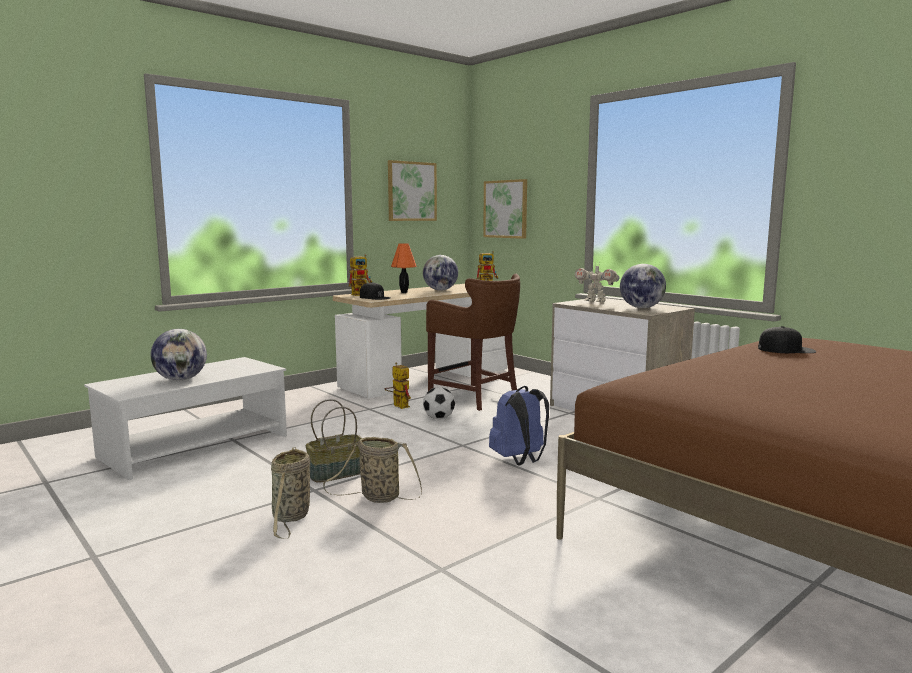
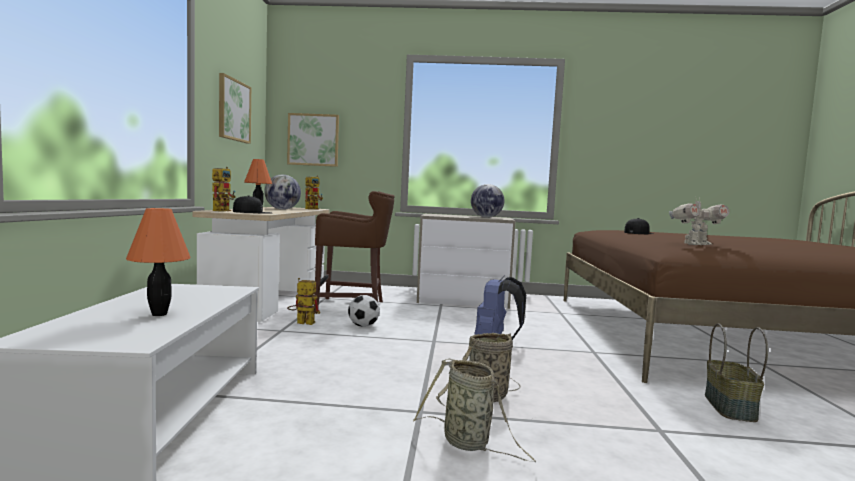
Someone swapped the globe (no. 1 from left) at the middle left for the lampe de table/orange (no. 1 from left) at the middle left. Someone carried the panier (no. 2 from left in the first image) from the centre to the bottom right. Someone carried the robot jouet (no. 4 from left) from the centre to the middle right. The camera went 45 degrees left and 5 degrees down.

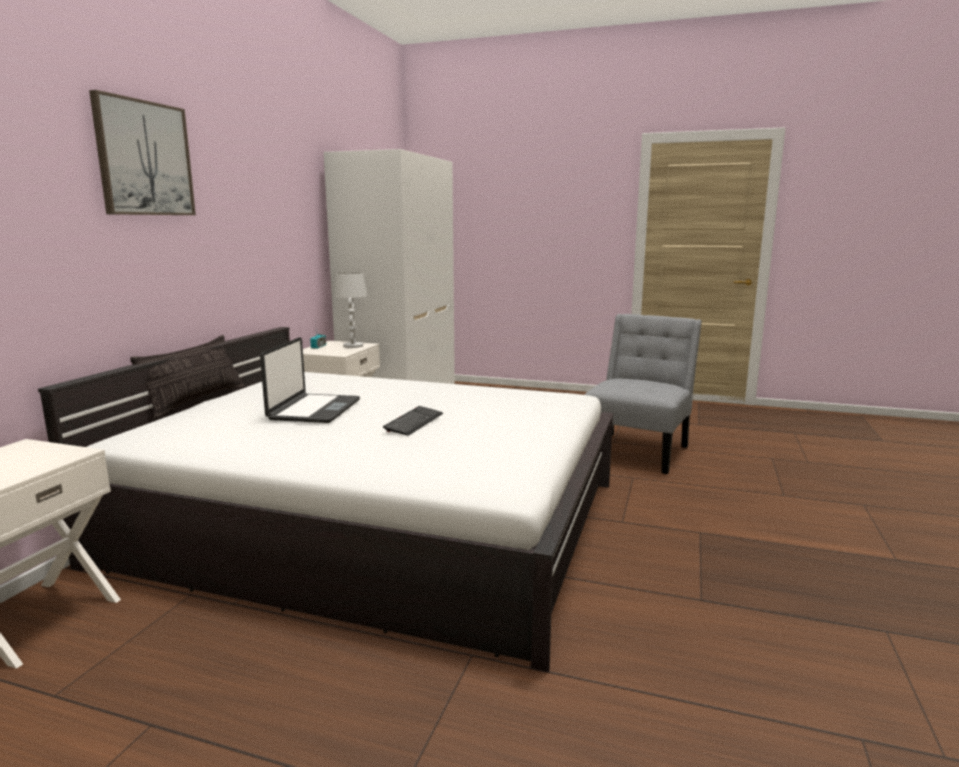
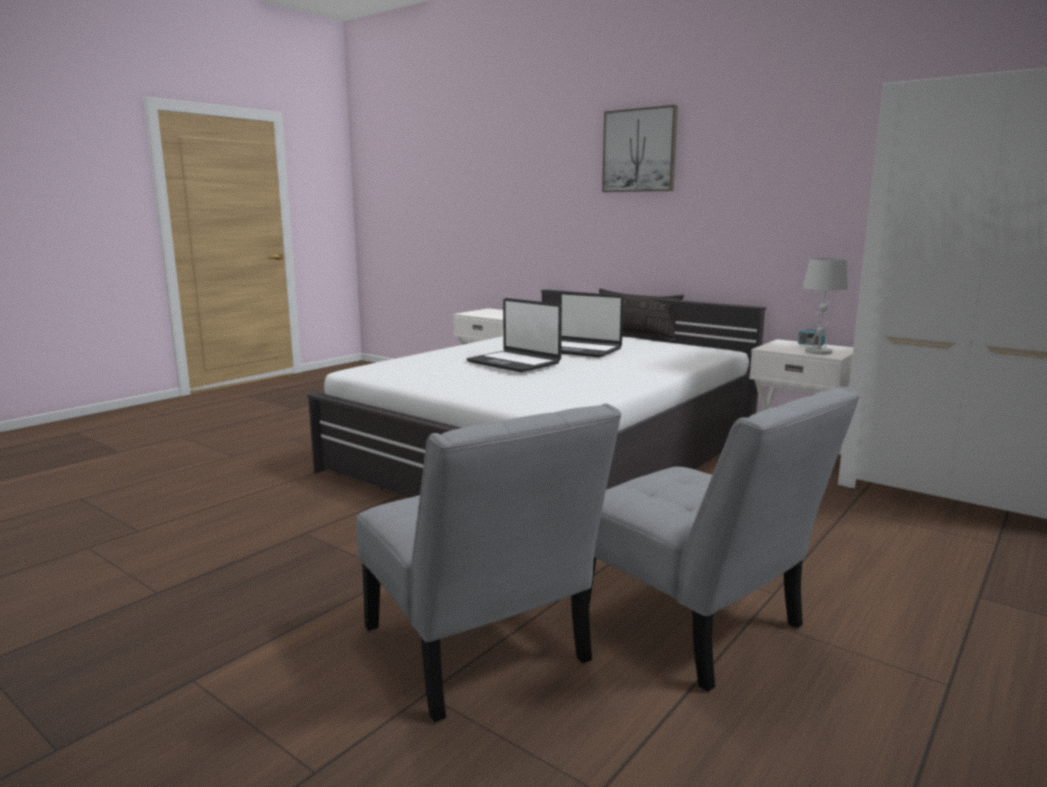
Someone swapped the clavier at the centre for the ordinateur portable (no. 1 from left) at the centre. Someone put down the chaise/gris (no. 1 from left) at the bottom centre. The camera went 110 degrees right and 0 degrees up.

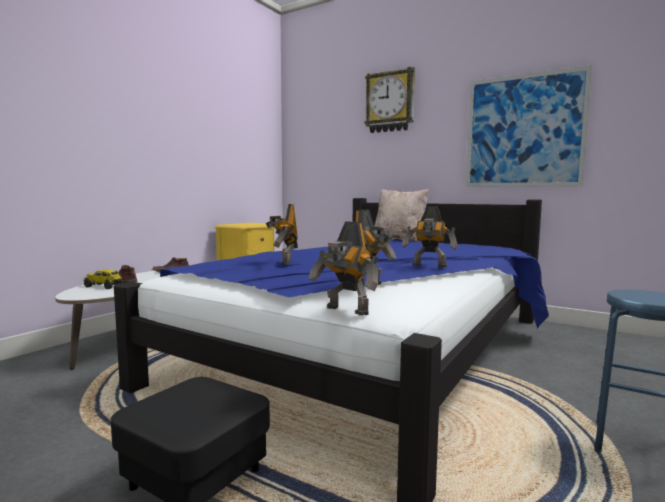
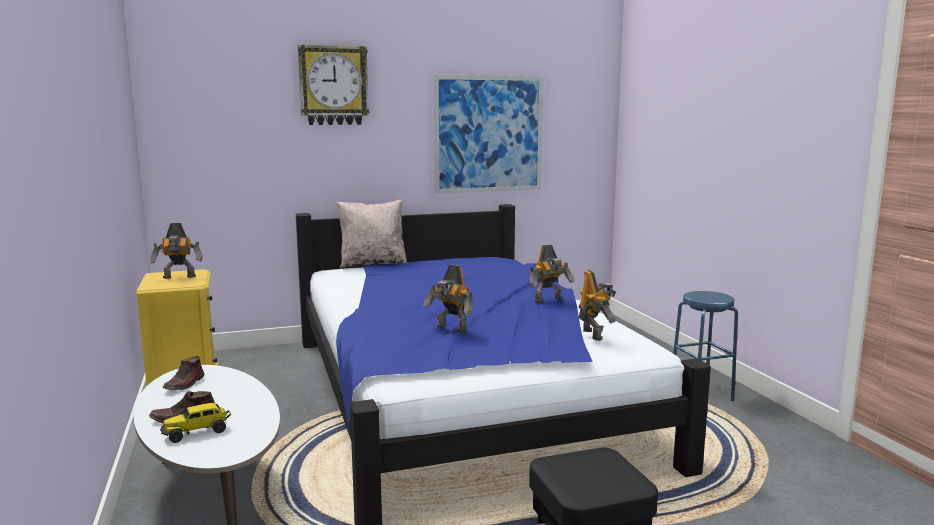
Someone carried the robot jouet (no. 2 from left in the first image) from the centre to the middle left. The camera went 50 degrees left and 5 degrees up.

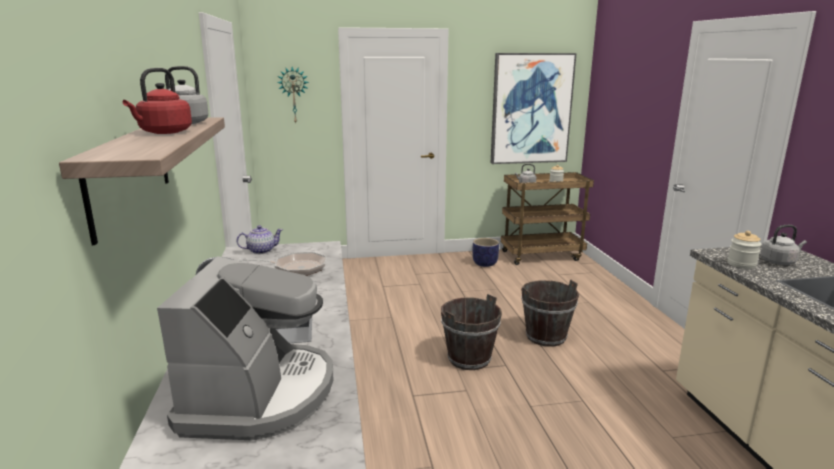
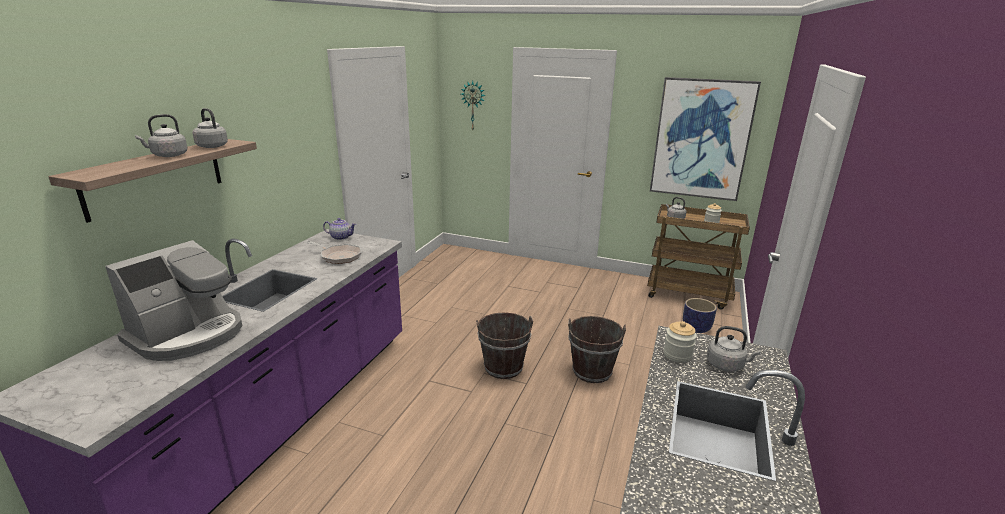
Someone repainted the bouilloire/rouge at the top left, which became the bouilloire/gris (no. 1 from left) at the top left. Someone carried the cache-pot from the centre to the middle right. The camera went 30 degrees right and 5 degrees up.

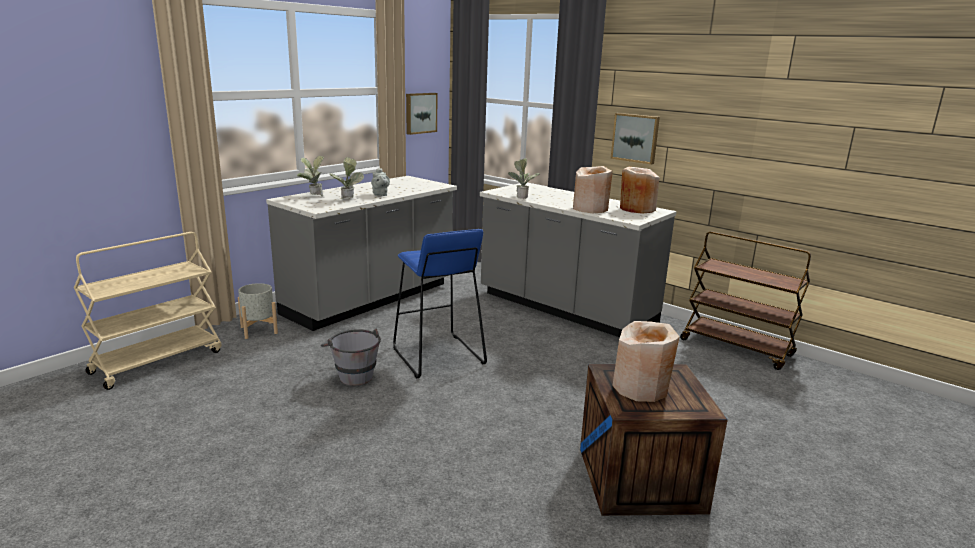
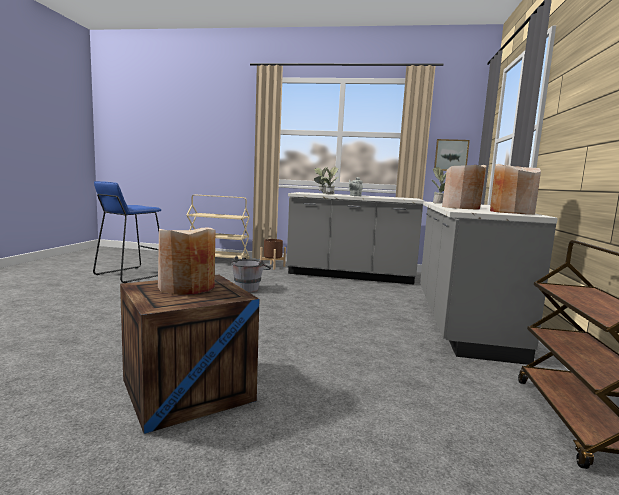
Someone repainted the cache-pot/gris at the middle left, which became the cache-pot/marron at the centre. Someone carried the tabouret/bleu from the centre to the middle left. Someone took away the tableau (no. 2 from left) at the top centre. The camera went 60 degrees right and 10 degrees down.

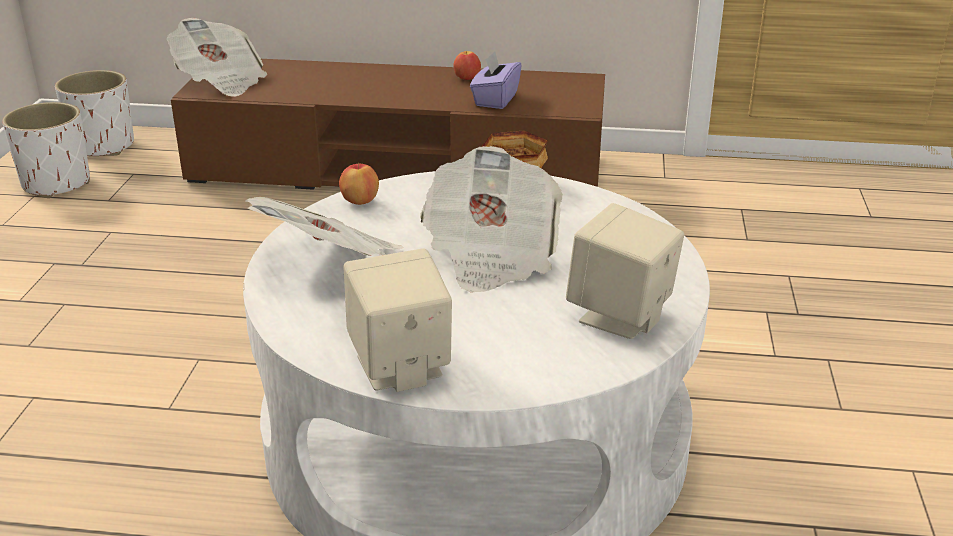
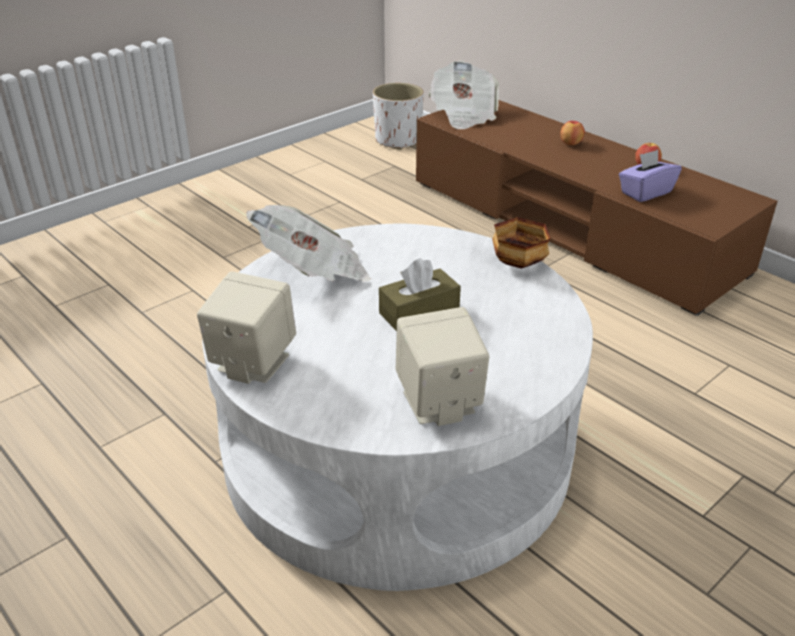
Someone took away the cache-pot/blanc (no. 1 from left) at the top left. Someone carried the pomme (no. 1 from left) from the centre to the top right. Someone swapped the journal (no. 3 from left) at the centre for the boîte à mouchoirs/marron at the centre. The camera went 40 degrees right and 5 degrees up.

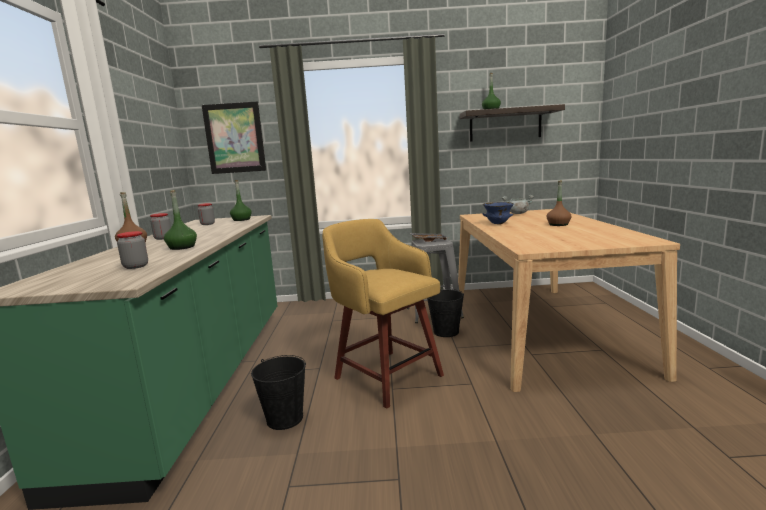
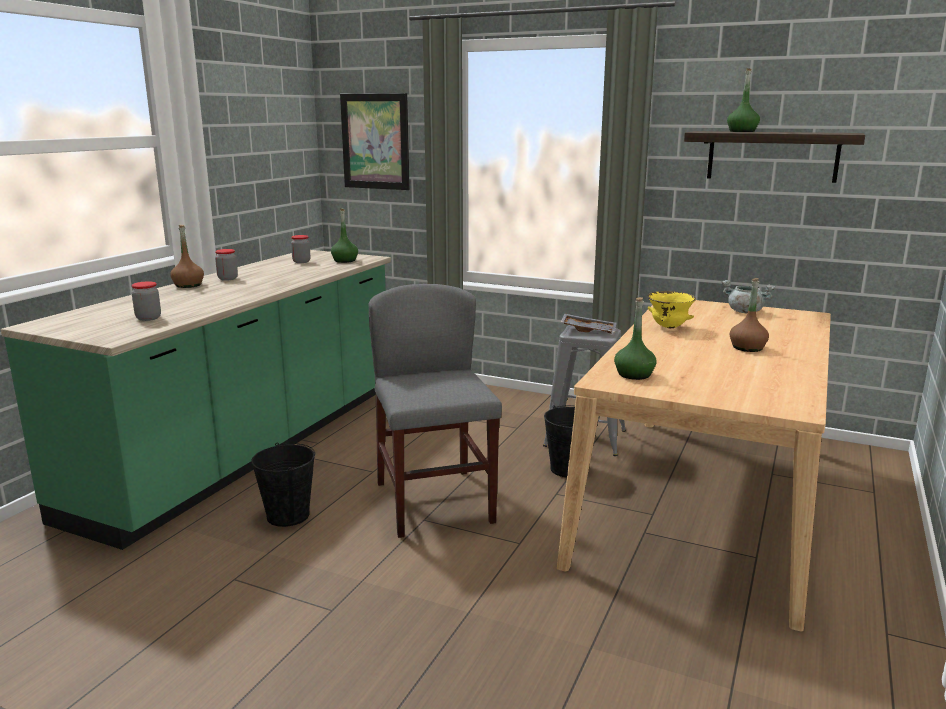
Someone carried the bouteille/vert (no. 1 from left in the first image) from the middle left to the middle right. Someone swapped the tabouret/jaune at the centre for the chaise/gris at the centre. Someone repainted the bol/bleu at the centre, which became the bol/jaune at the middle right. The camera went 25 degrees right and 5 degrees up.

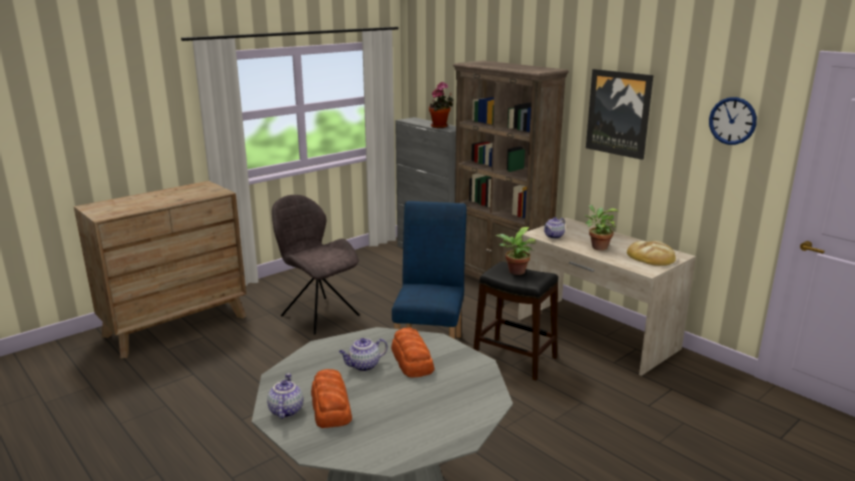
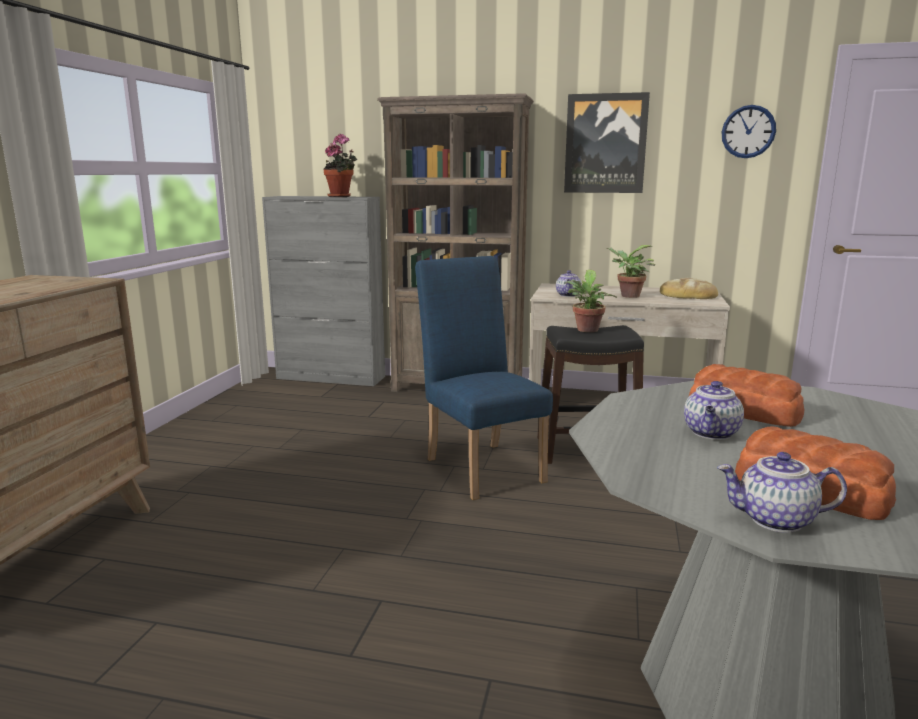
Someone rotated the théière (no. 1 from left in the first image) at the bottom centre by 45 degrees counterclockwise. Someone took away the chaise/gris at the centre. The camera went 35 degrees left and 5 degrees down.

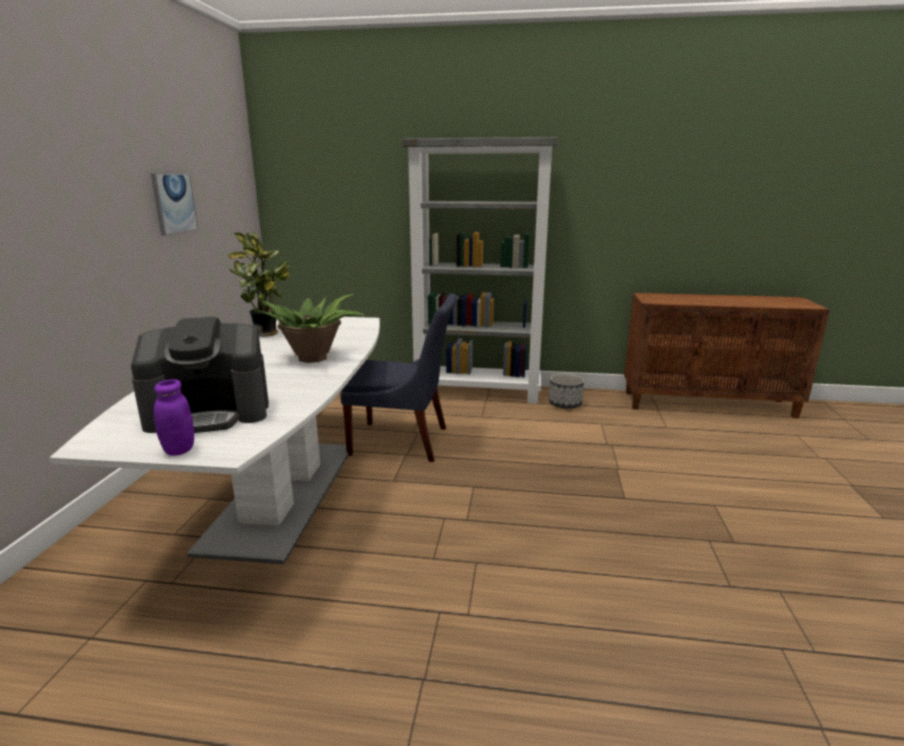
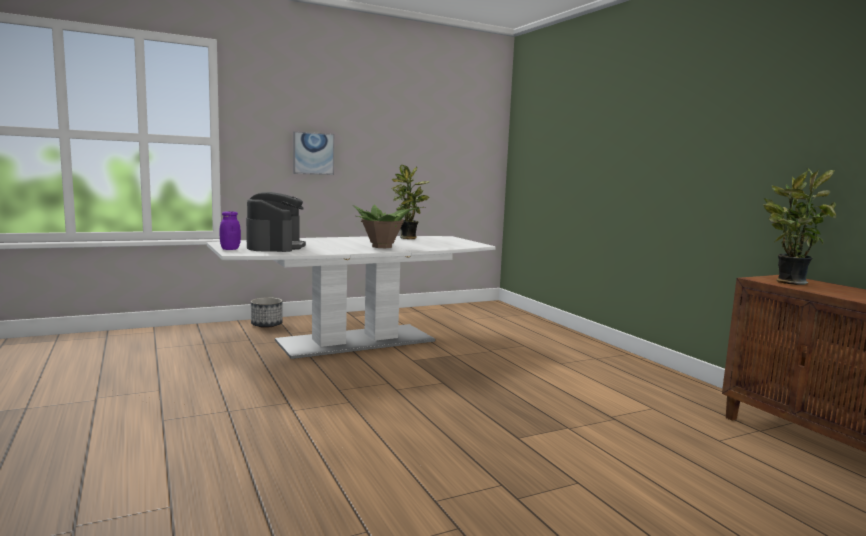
Someone rotated the machine à café at the middle left by 135 degrees counterclockwise. Someone carried the tableau from the top left to the top centre. Someone took away the chaise/bleu at the centre. Someone took away the bibliothèque/gris at the centre. Someone carried the cache-pot from the centre to the middle left. Someone put down the plante en pot (no. 3 from left) at the middle right. The camera went 55 degrees right and 10 degrees down.

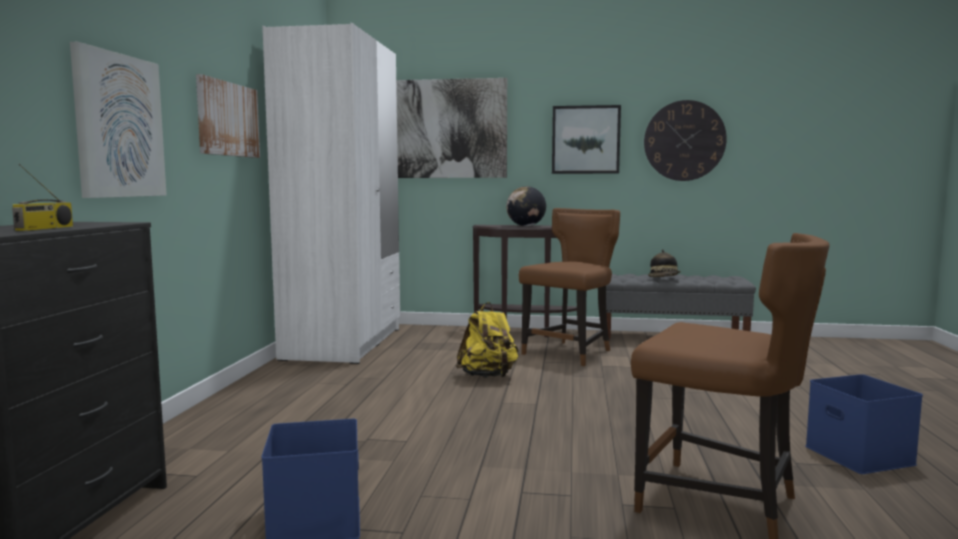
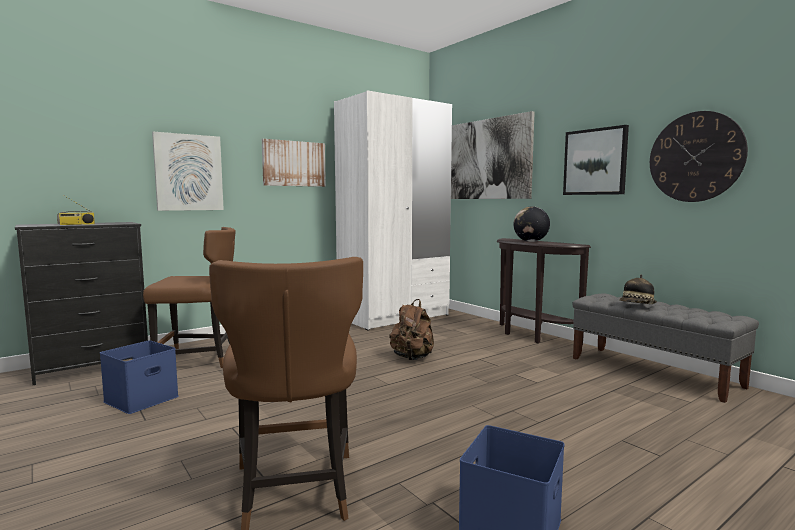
Someone repainted the sac à dos/jaune at the centre, which became the sac à dos/marron at the centre. Someone carried the chaise/marron (no. 1 from left) from the centre to the middle left. The camera went 45 degrees right and 0 degrees up.

